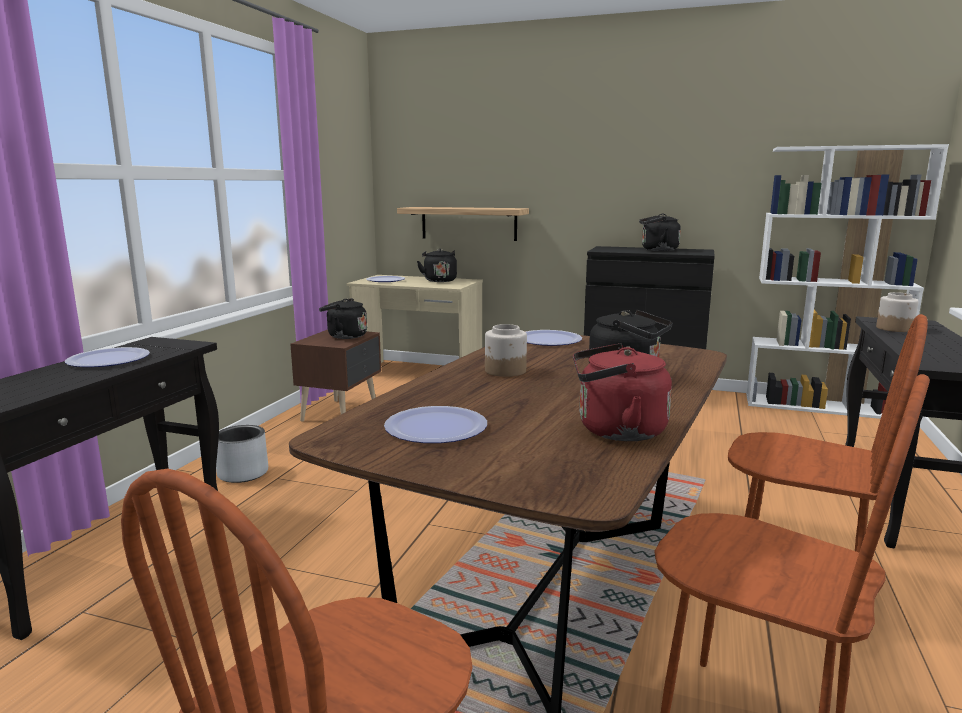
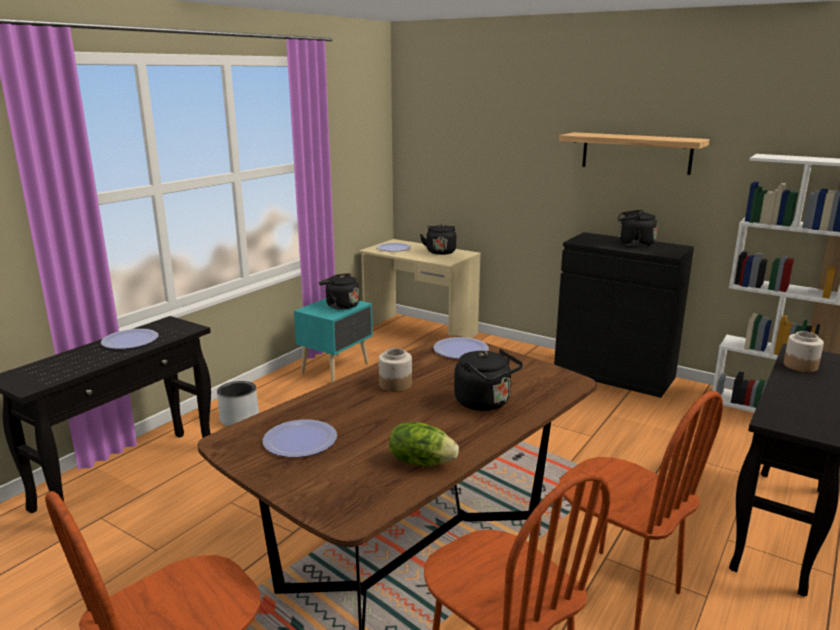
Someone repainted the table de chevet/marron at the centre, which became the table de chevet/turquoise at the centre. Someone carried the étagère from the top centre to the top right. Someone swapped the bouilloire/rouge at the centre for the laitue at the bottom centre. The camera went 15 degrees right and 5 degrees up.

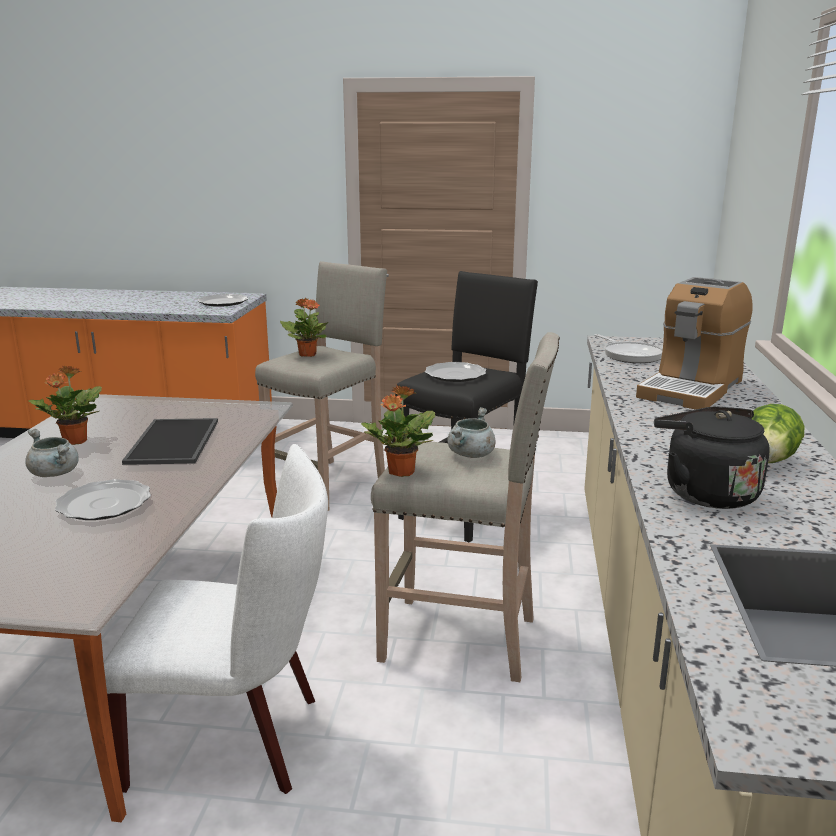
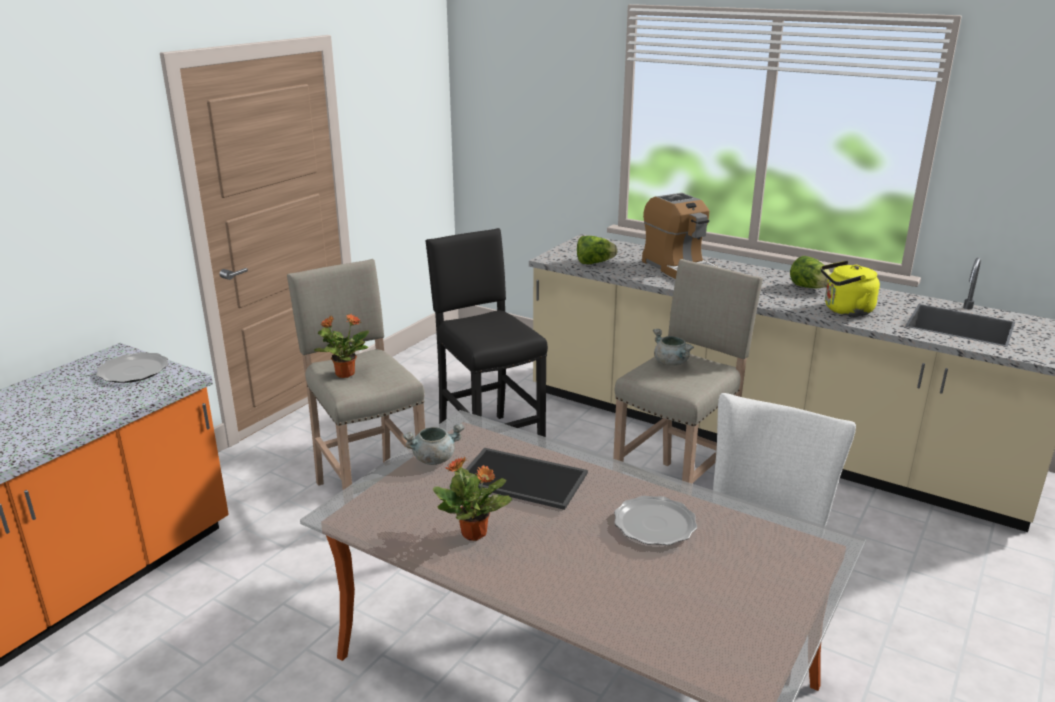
Someone carried the marmite/gris (no. 1 from left) from the middle left to the centre. Someone took away the plante en pot (no. 3 from left) at the centre. Someone took away the assiette (no. 3 from left) at the centre. Someone swapped the poêle at the middle right for the laitue (no. 1 from left) at the centre. Someone repainted the bouilloire/noir at the middle right, which became the bouilloire/jaune at the middle right. The camera went 65 degrees left and 5 degrees up.

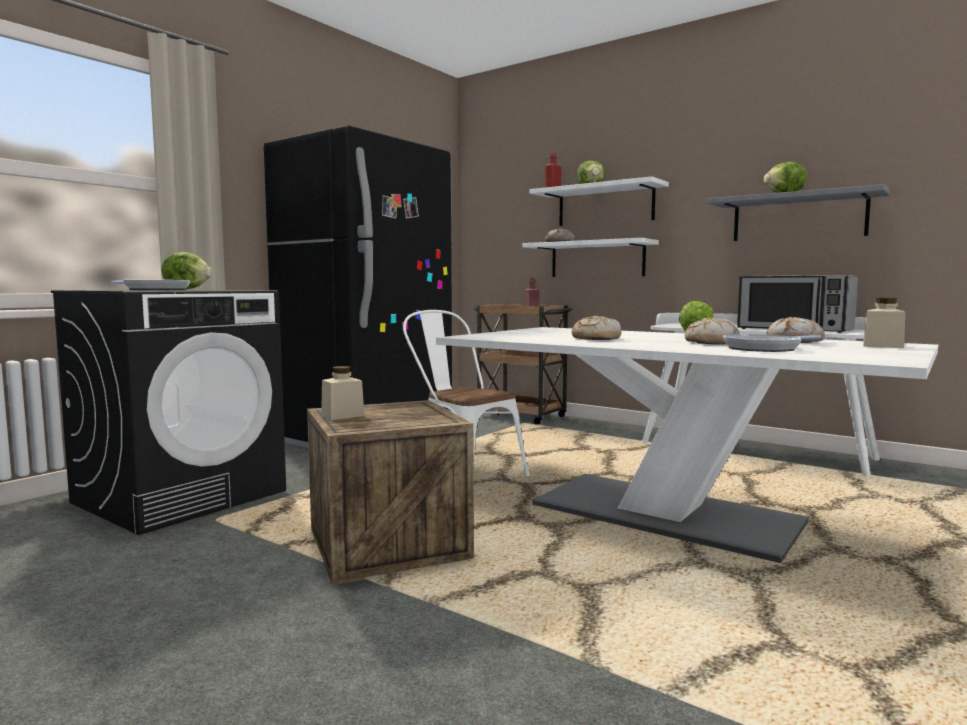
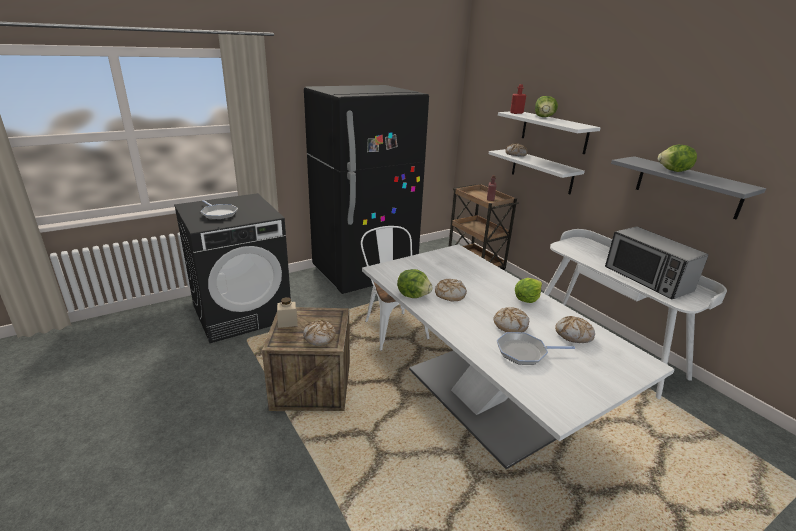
Someone carried the laitue (no. 1 from left) from the middle left to the centre. Someone took away the bocal/beige (no. 2 from left) at the middle right. Someone put down the pain (no. 1 from left) at the centre. The camera went 20 degrees right and 20 degrees up.

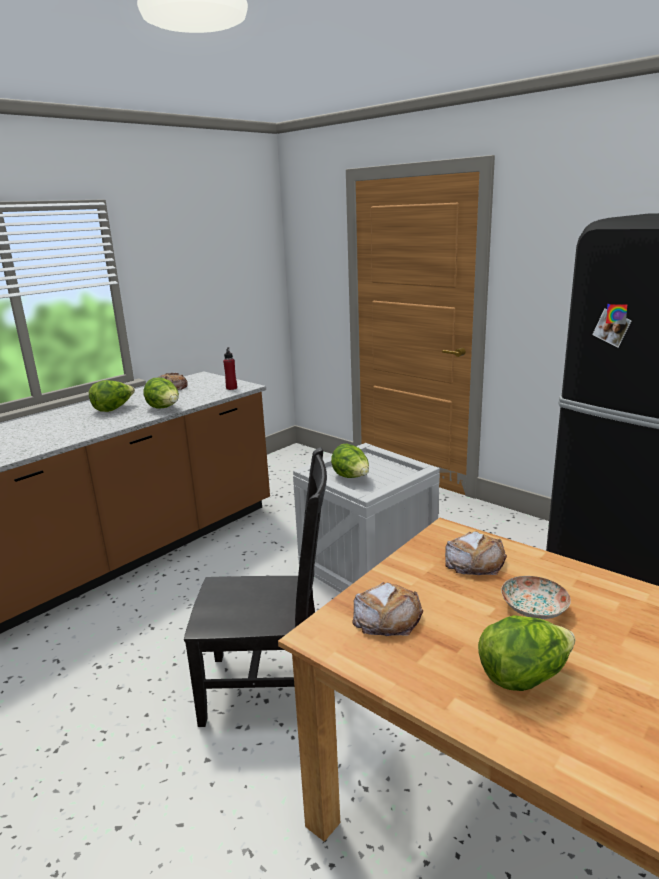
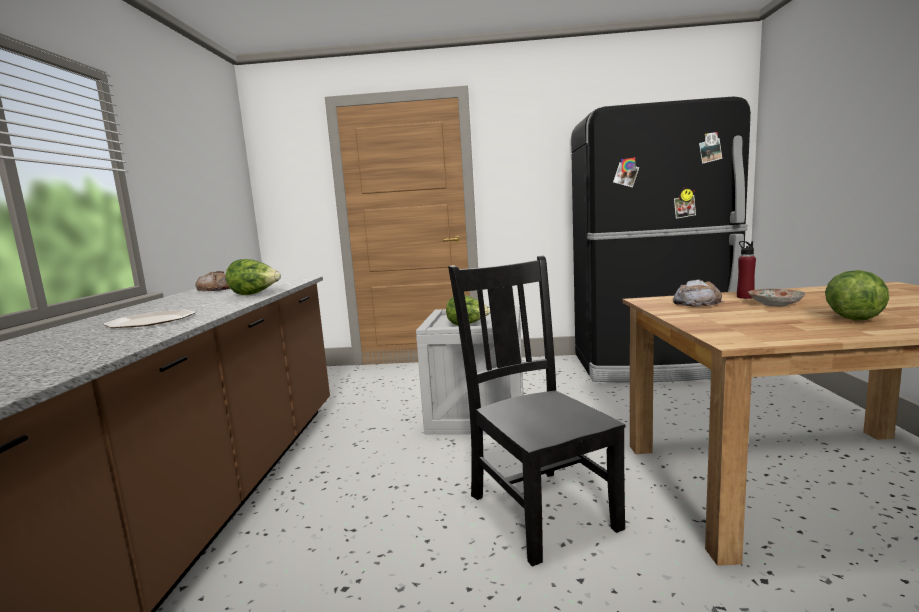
Someone took away the laitue (no. 1 from left) at the middle left. Someone rotated the chaise/noir at the bottom centre by 75 degrees counterclockwise. Someone carried the bouteille/rouge from the centre to the middle right. Someone took away the pain (no. 2 from left) at the bottom centre. Someone put down the assiette (no. 1 from left) at the middle left. The camera went 40 degrees left and 10 degrees down.

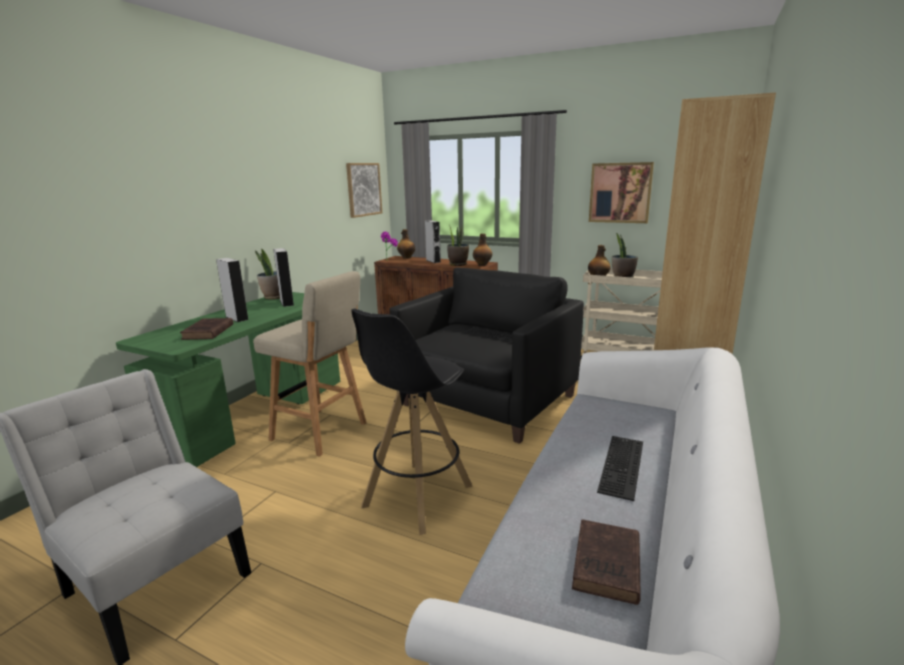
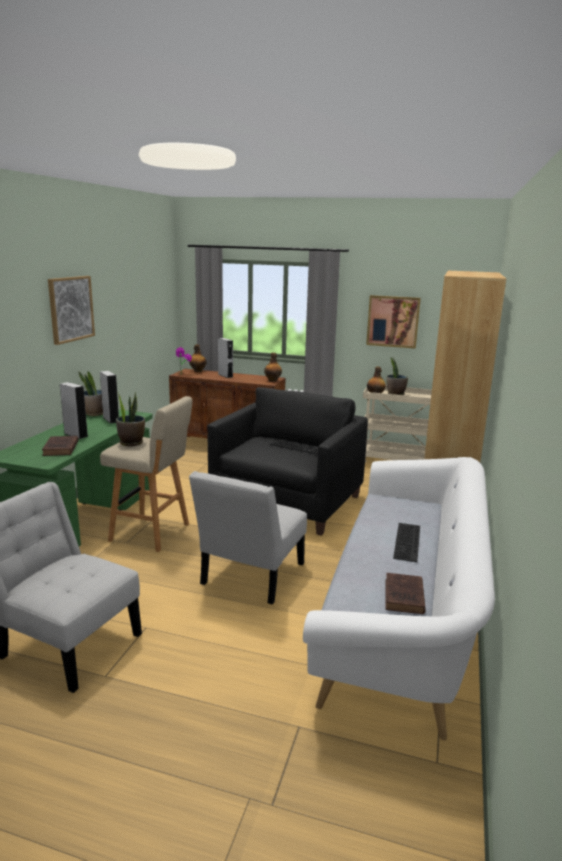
Someone carried the tableau (no. 1 from left) from the top centre to the middle left. Someone swapped the tabouret/noir at the centre for the chaise/blanc (no. 2 from left) at the centre. Someone carried the plante en pot (no. 3 from left in the first image) from the centre to the middle left. The camera went 10 degrees left and 0 degrees up.

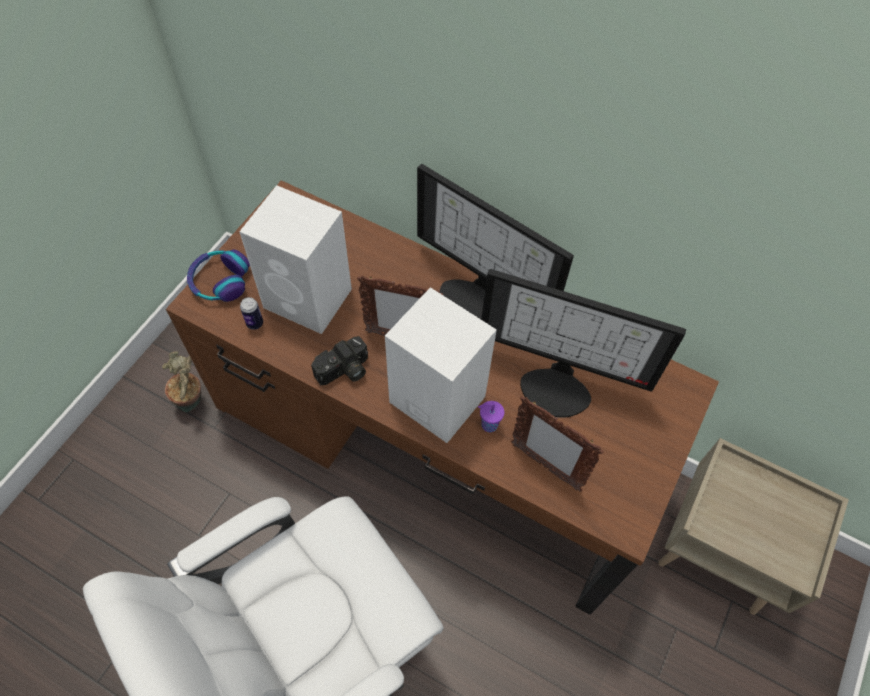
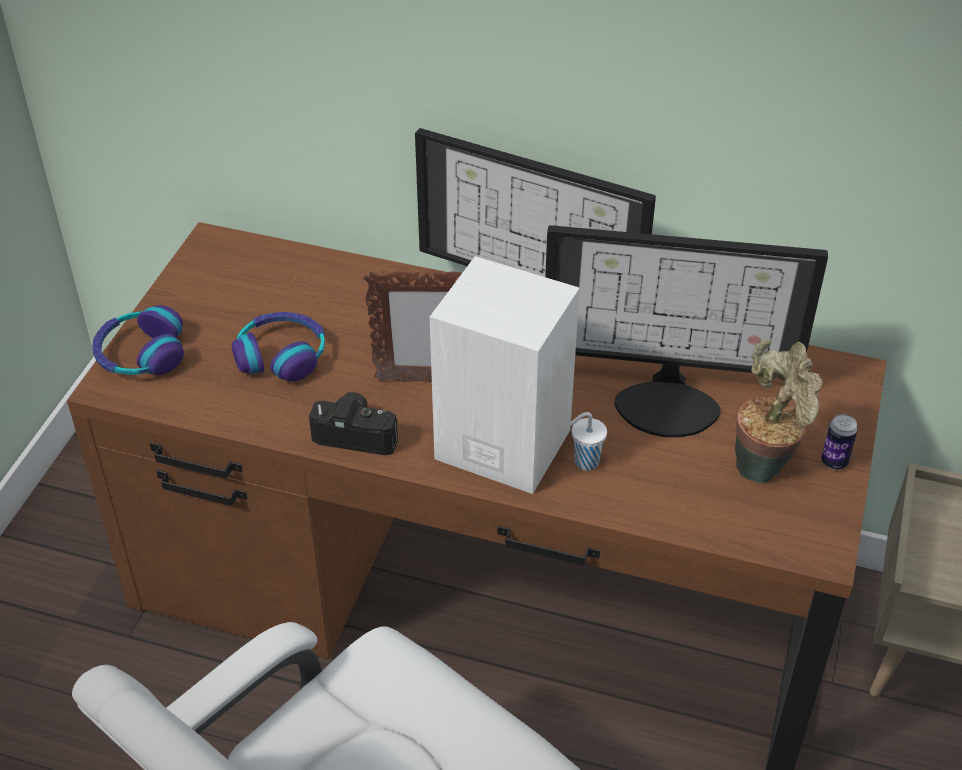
Someone carried the plante en pot from the middle left to the middle right. Someone swapped the enceinte/blanc (no. 1 from left) at the centre for the casque audio (no. 2 from left) at the middle left. Someone carried the boîte métallique from the middle left to the middle right. Someone rotated the appareil photo at the centre by 120 degrees counterclockwise. Someone repainted the tasse/violet at the centre, which became the tasse/blanc at the centre. Someone took away the cadre photo (no. 2 from left) at the centre. The camera went 10 degrees left and 15 degrees down.

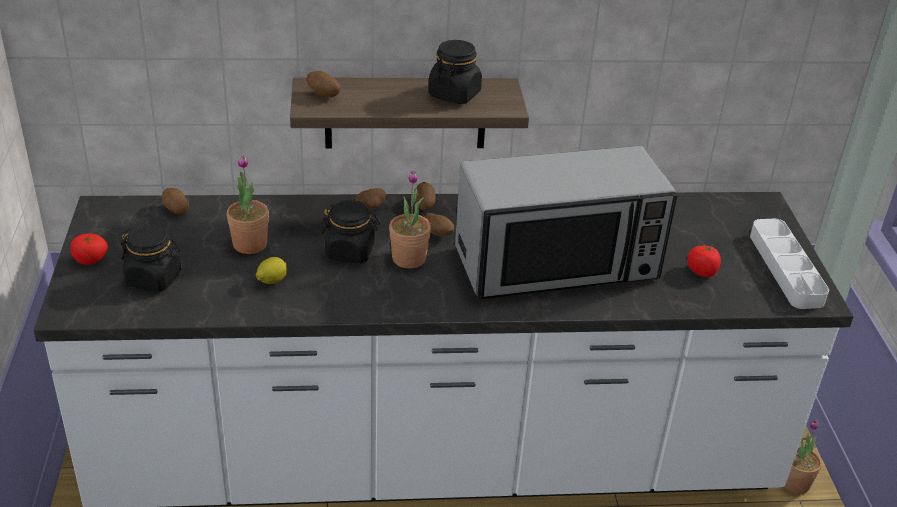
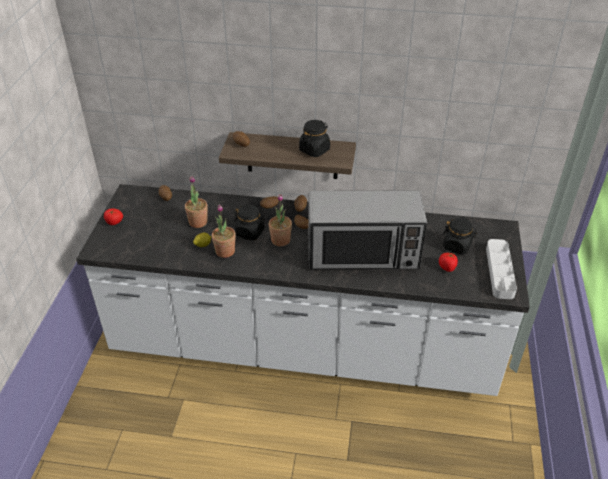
Someone carried the bocal/noir (no. 1 from left in the first image) from the middle left to the middle right. Someone carried the plante en pot (no. 3 from left in the first image) from the bottom right to the centre. The camera went 15 degrees right and 5 degrees up.

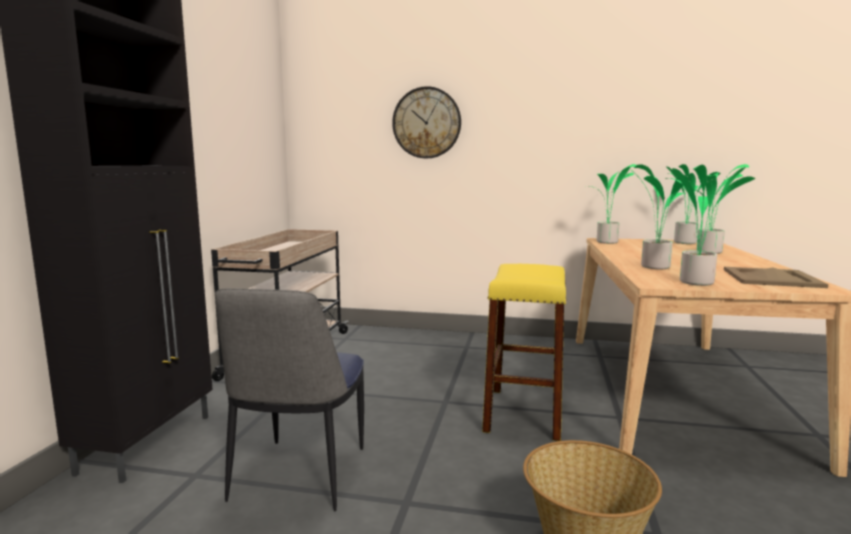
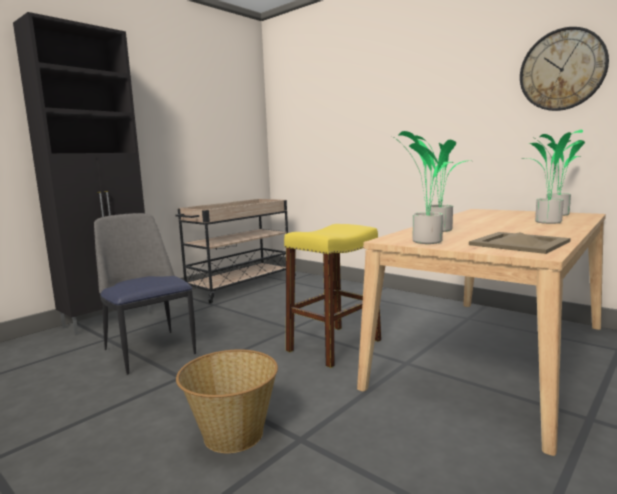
Someone rotated the chaise at the bottom centre by 105 degrees clockwise. Someone carried the horloge murale from the top centre to the top right. Someone took away the plante en pot (no. 1 from left) at the middle right. The camera went 30 degrees right and 0 degrees up.

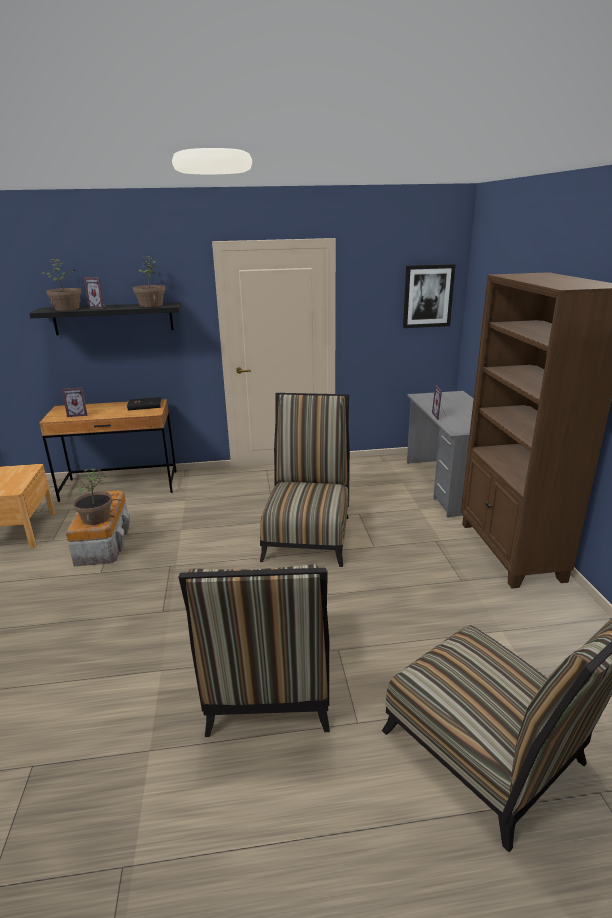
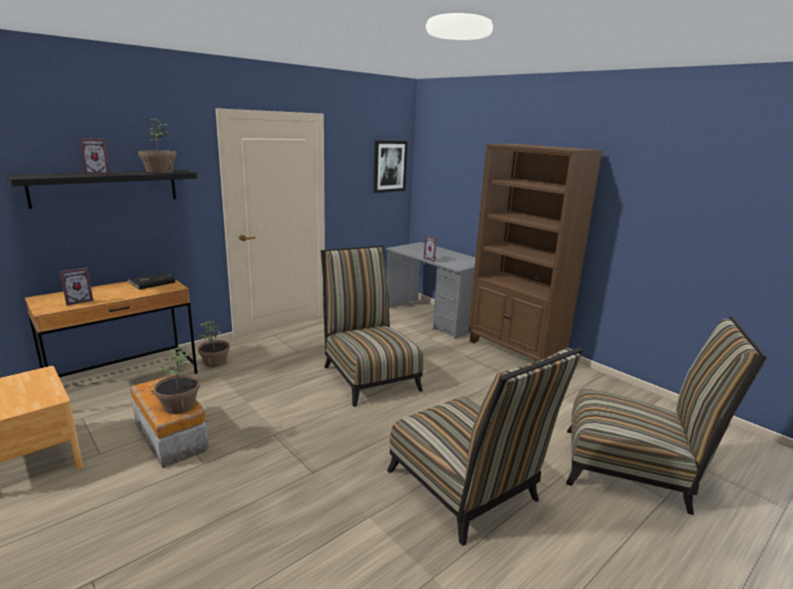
Someone carried the plante en pot (no. 1 from left in the first image) from the top left to the middle left. The camera went 35 degrees left and 5 degrees down.

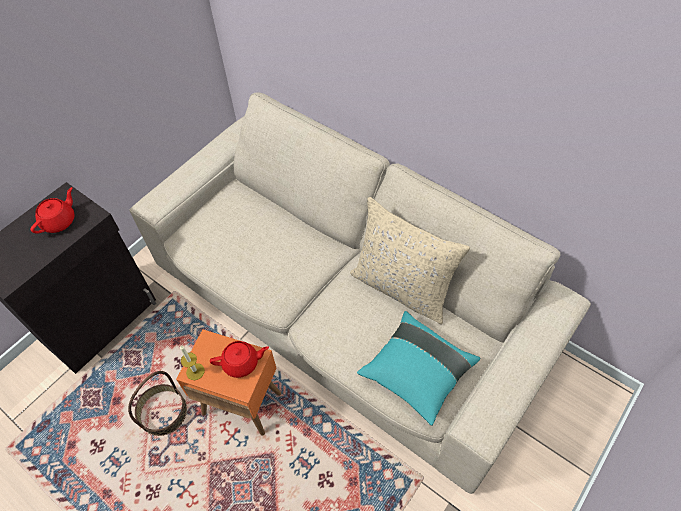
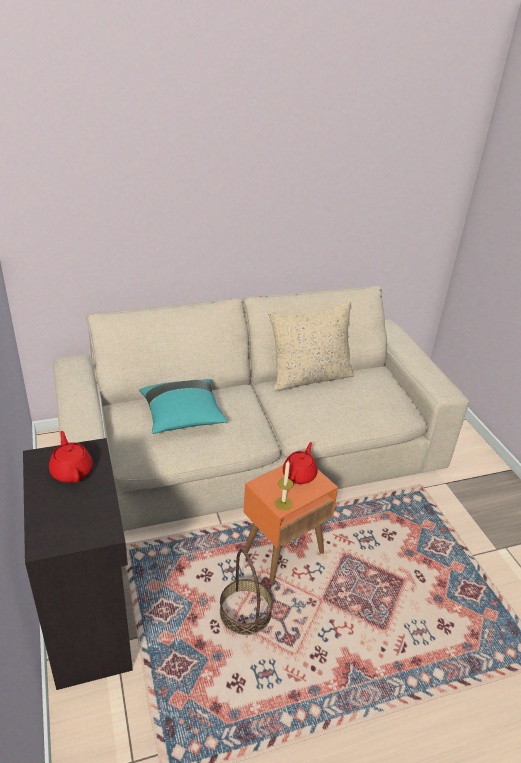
Someone carried the coussin/turquoise from the bottom centre to the centre. The camera went 60 degrees left and 20 degrees down.

